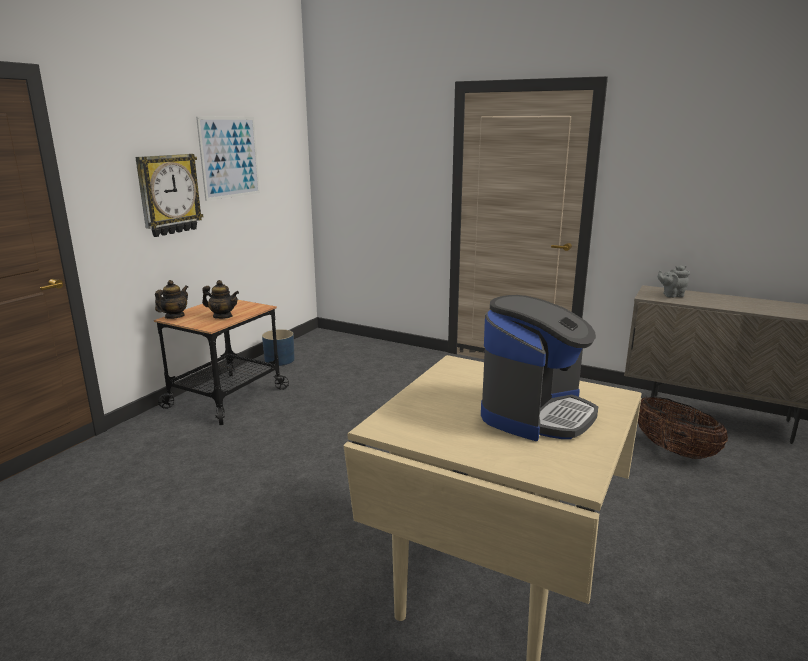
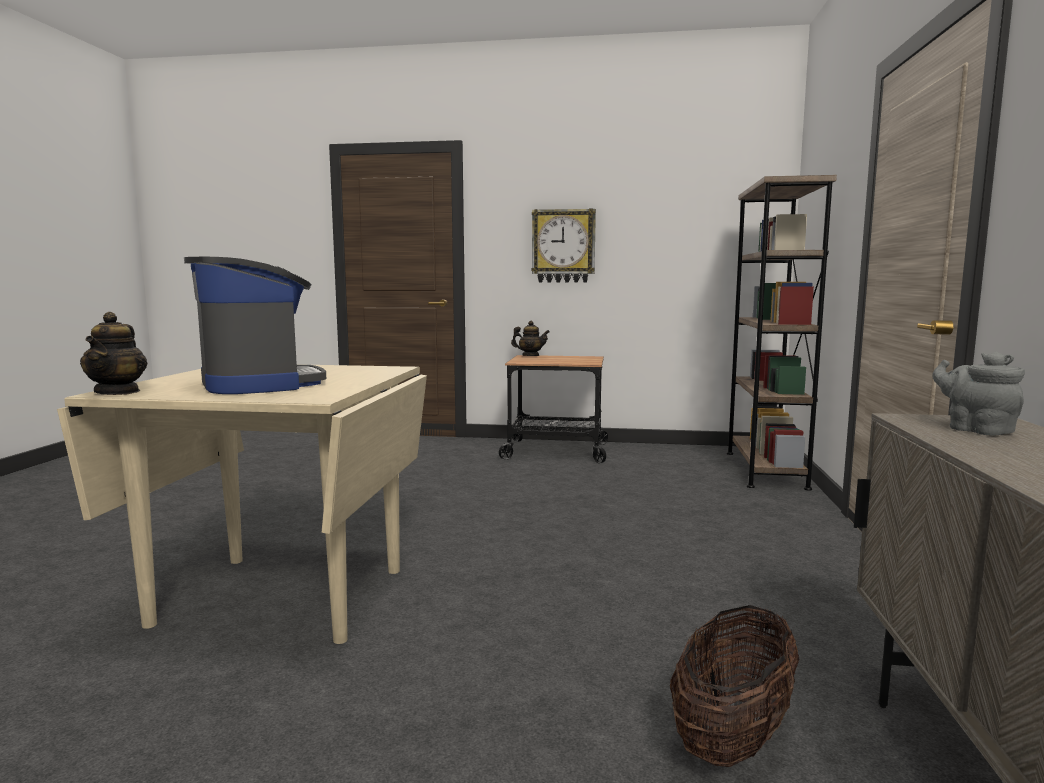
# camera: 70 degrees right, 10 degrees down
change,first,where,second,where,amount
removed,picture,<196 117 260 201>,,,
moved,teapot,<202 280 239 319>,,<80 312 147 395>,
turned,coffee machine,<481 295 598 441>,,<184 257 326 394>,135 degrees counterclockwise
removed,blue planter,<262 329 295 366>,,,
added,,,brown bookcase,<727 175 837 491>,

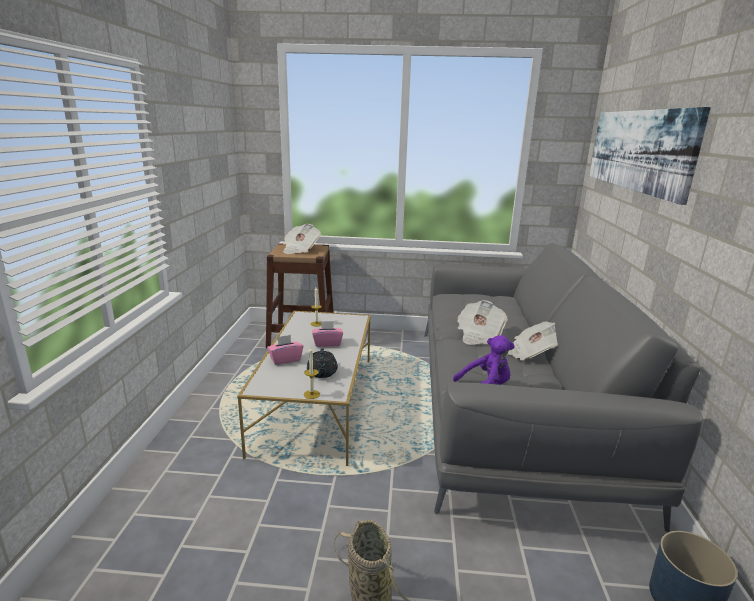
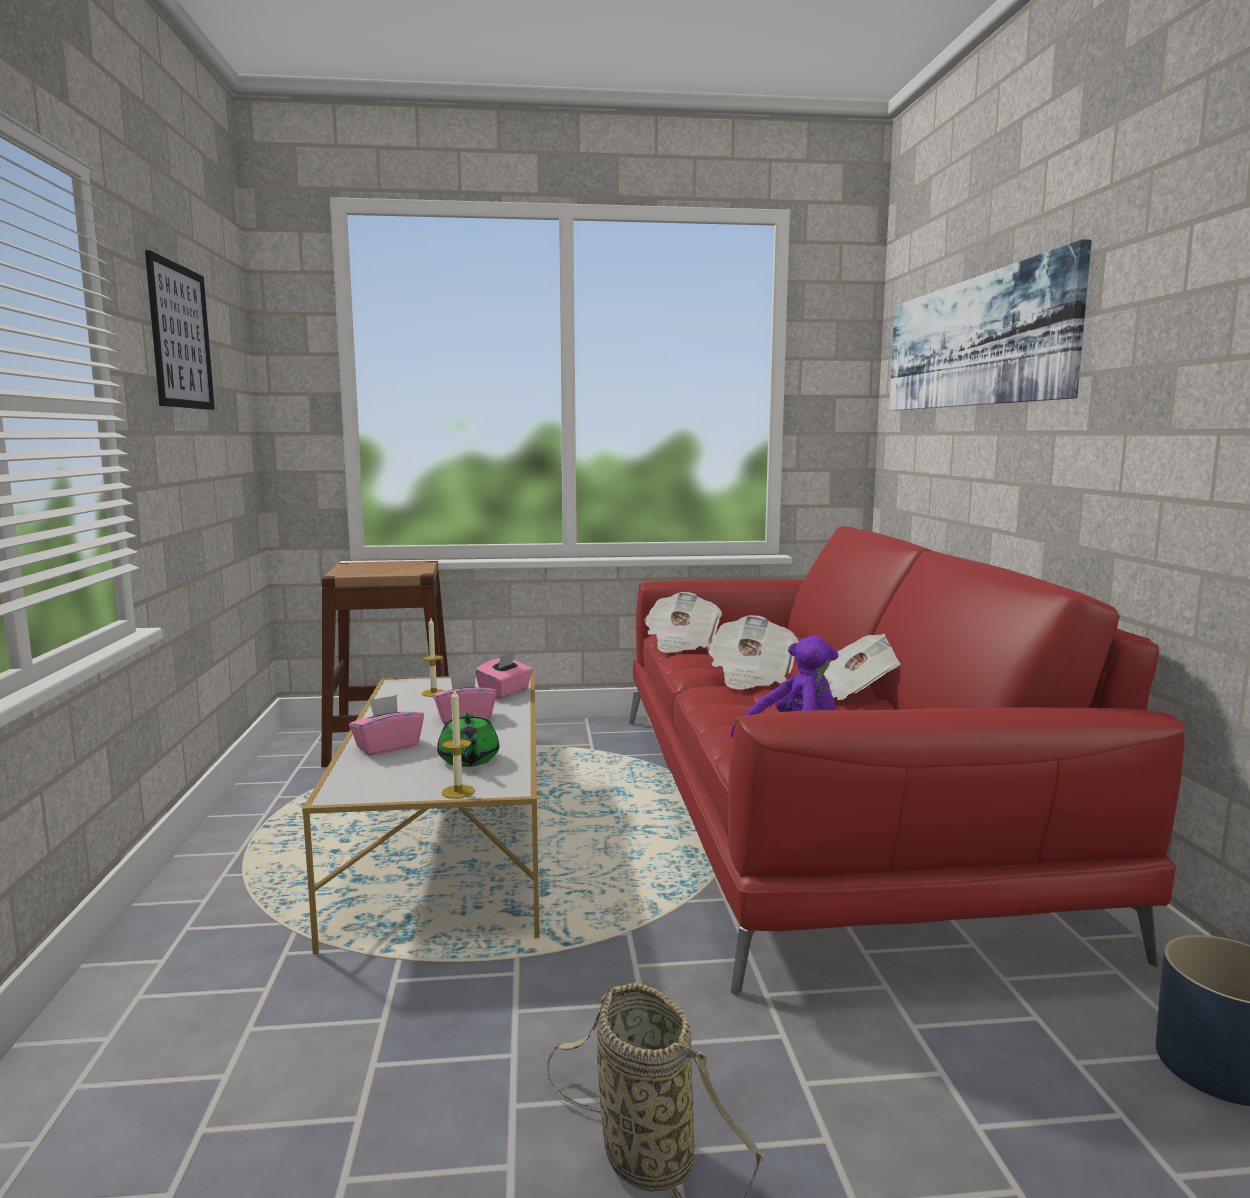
# camera: 10 degrees left, 10 degrees down
change,first,where,second,where,amount
moved,newspaper,<283 224 321 254>,,<644 592 722 653>,
recoloured,grey sofa,<424 243 703 533>,red sofa,<629 526 1185 996>,
recoloured,black teapot,<307 349 338 378>,green teapot,<437 713 499 767>,
added,,,picture,<145 250 215 410>,
added,,,pink tissue box,<475 651 533 699>,

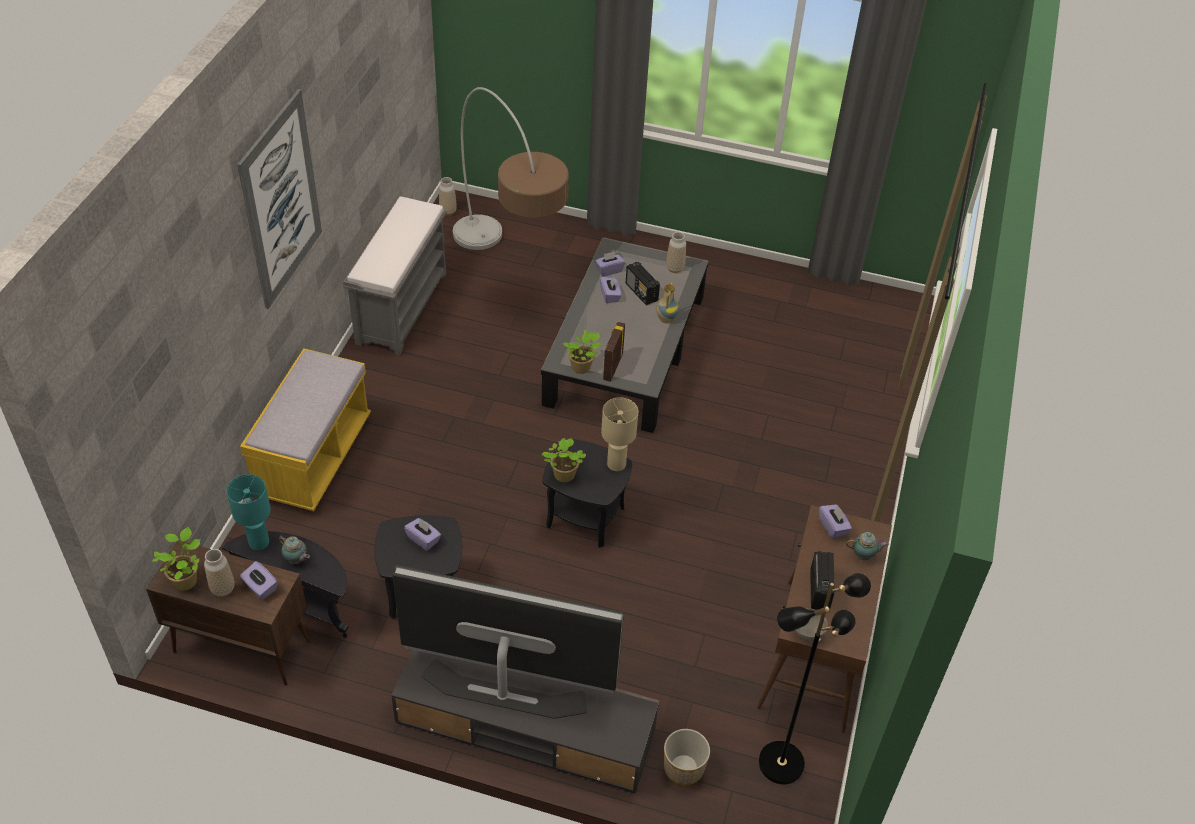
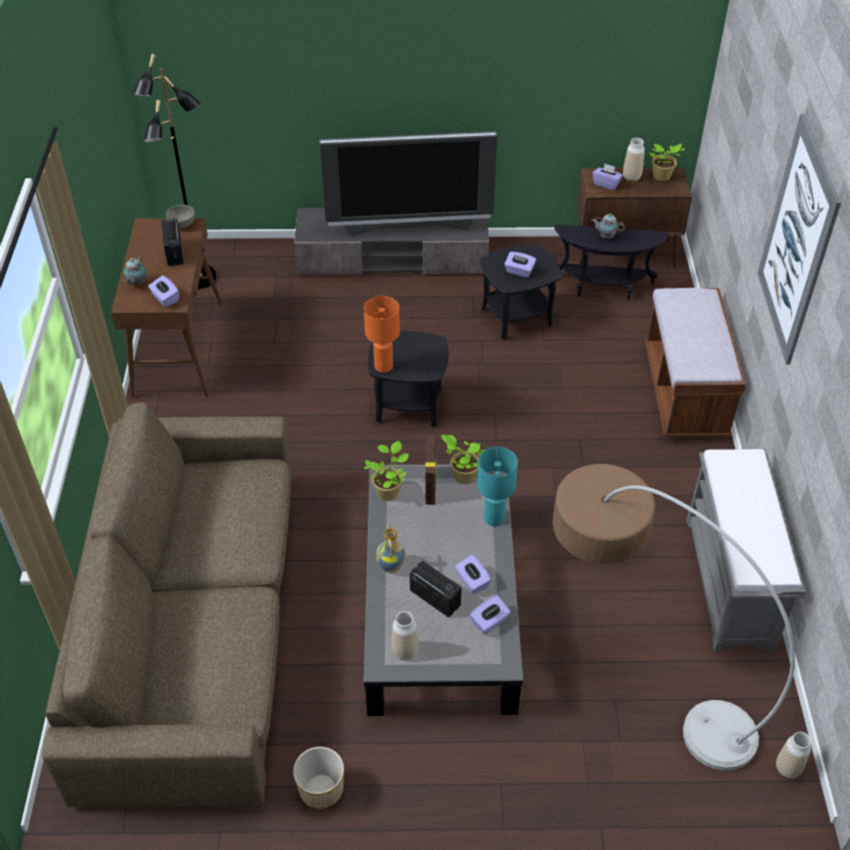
# camera: 165 degrees right, 0 degrees up
change,first,where,second,where,amount
recoloured,yellow bench,<240 348 371 511>,brown bench,<645 288 746 437>,
recoloured,beige table lamp,<601 397 638 471>,orange table lamp,<364 296 400 373>,
moved,potted plant,<541 438 586 482>,,<364 441 409 501>,
moved,turquoise table lamp,<226 474 271 550>,,<477 447 518 526>,
turned,teapot,<846 532 889 560>,,<124 256 147 285>,60 degrees counterclockwise
moved,planter,<664 729 710 785>,,<293 747 344 809>,
added,,,brown sofa,<42 402 292 807>,

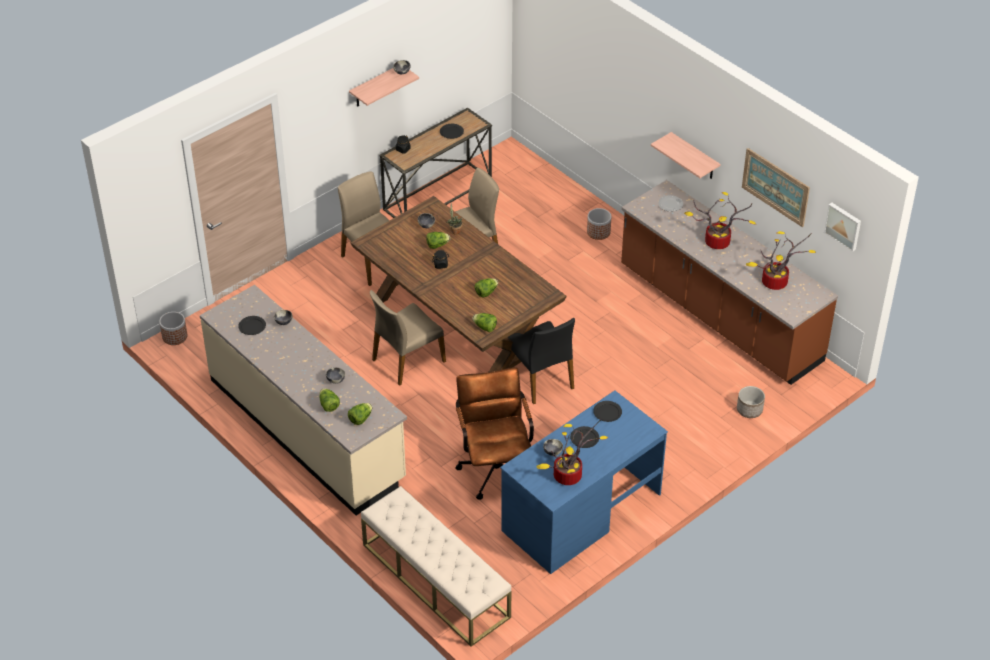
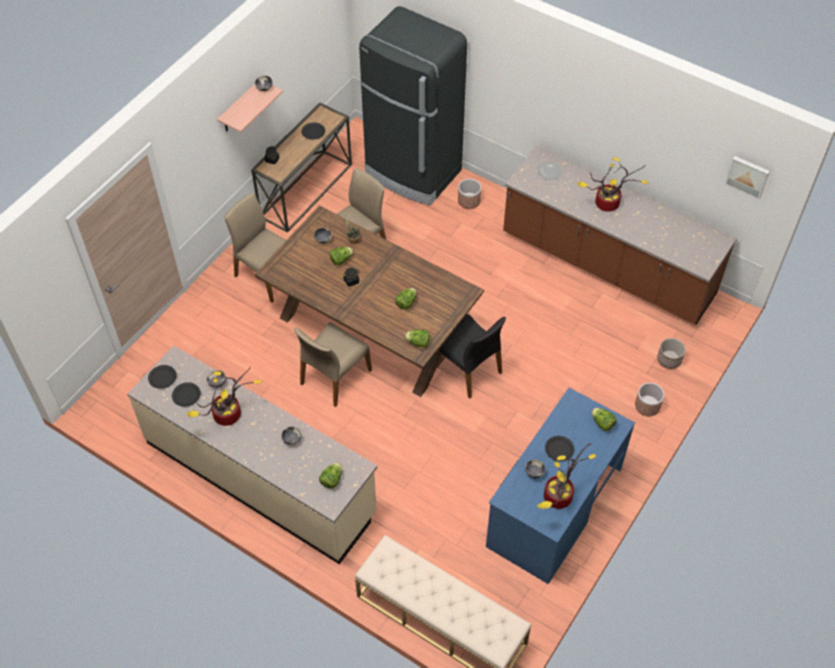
# camera: 15 degrees left, 10 degrees up
change,first,where,second,where,amount
removed,shelf,<651 132 721 179>,,,
removed,picture,<742 148 810 227>,,,
moved,potted plant,<746 231 817 290>,,<187 367 263 426>,
moved,planter,<159 312 187 345>,,<635 383 664 416>,
removed,brown office chair,<455 367 534 500>,,,
moved,lettuce,<319 388 340 412>,,<592 408 616 431>,
moved,black plate,<593 401 622 422>,,<148 365 177 389>,
added,,,black fridge,<359 6 467 205>,

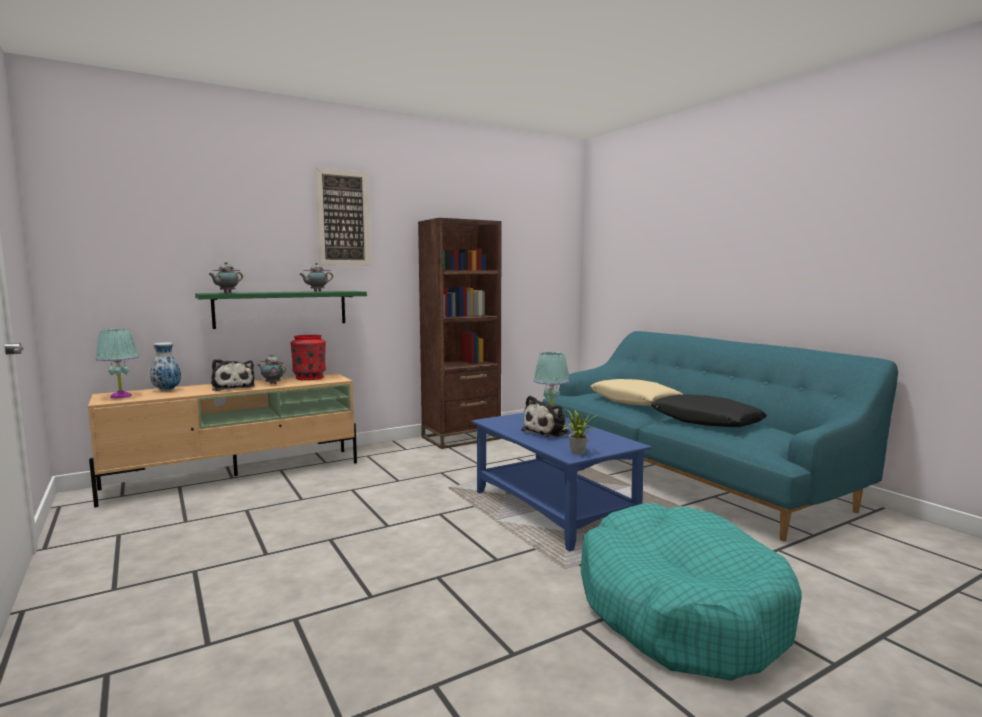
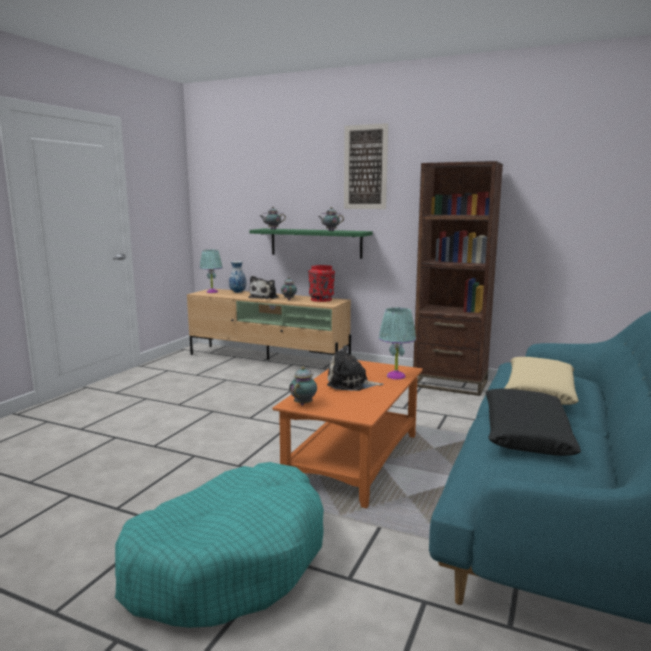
# camera: 55 degrees right, 5 degrees up
change,first,where,second,where,amount
replaced,potted plant,<558 409 595 455>,teapot,<289 367 317 405>,
recoloured,blue coffee table,<471 413 651 552>,orange coffee table,<273 360 423 508>,

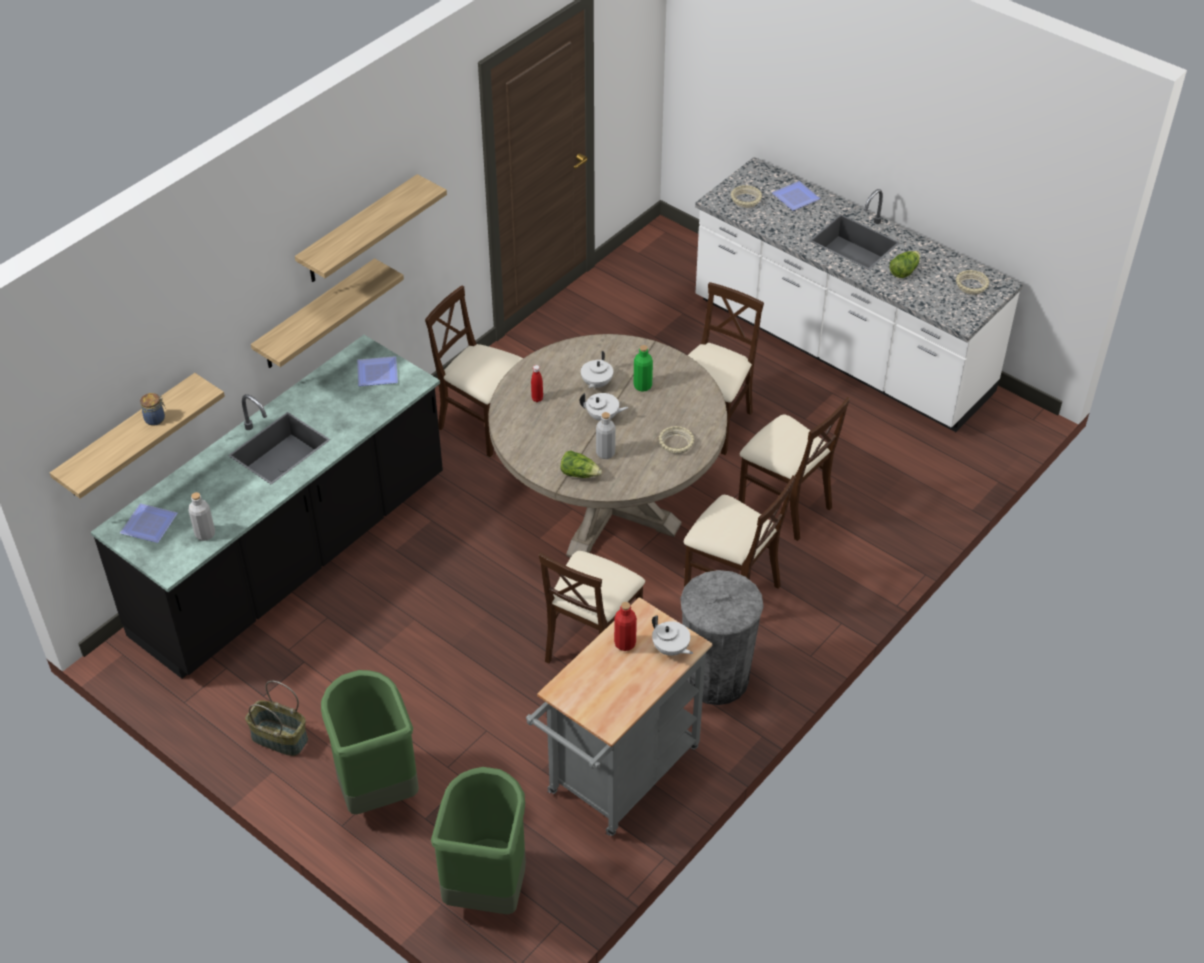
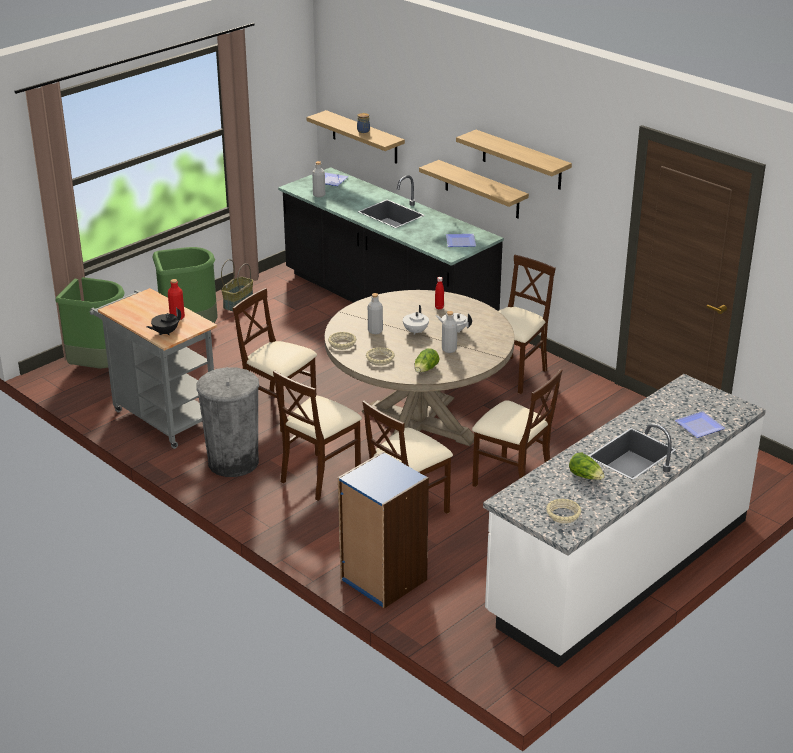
# camera: 95 degrees right, 15 degrees down
change,first,where,second,where,amount
moved,beige bowl,<731 185 762 208>,,<328 332 356 350>,
recoloured,green bottle,<633 345 653 392>,grey bottle,<442 311 458 353>,
moved,lettuce,<561 450 602 478>,,<415 348 439 373>,
recoloured,white teapot,<652 615 693 656>,black teapot,<146 308 181 335>,
added,,,blue bookcase,<338 452 429 608>,

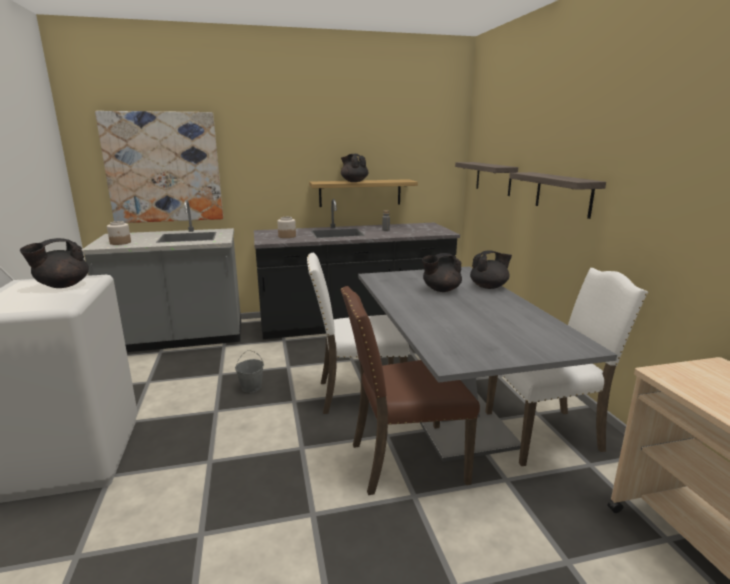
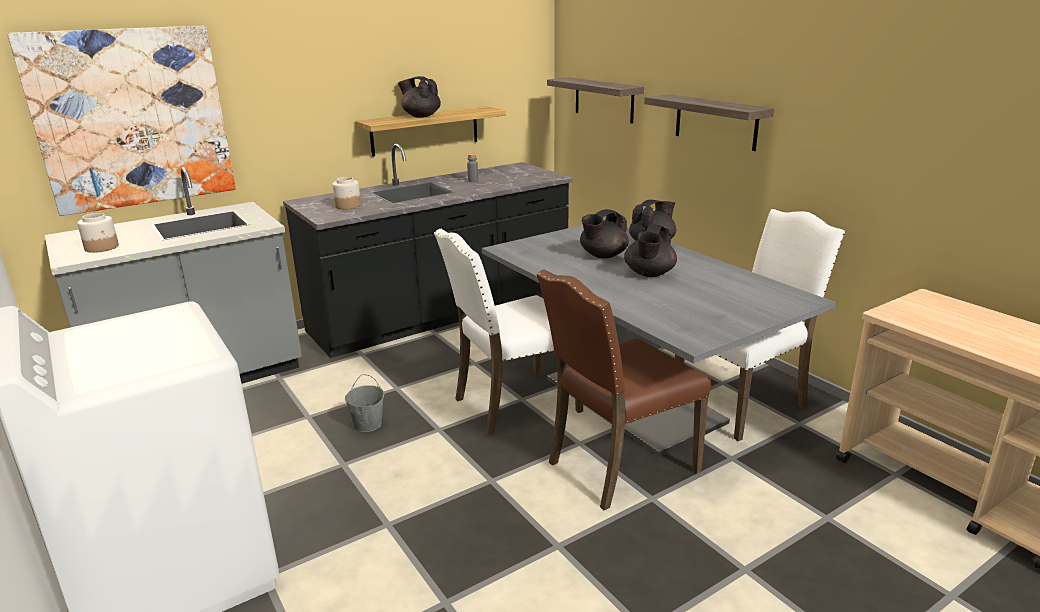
# camera: 20 degrees left, 5 degrees up
change,first,where,second,where,amount
moved,black teapot,<20 238 89 288>,,<624 224 677 277>,

